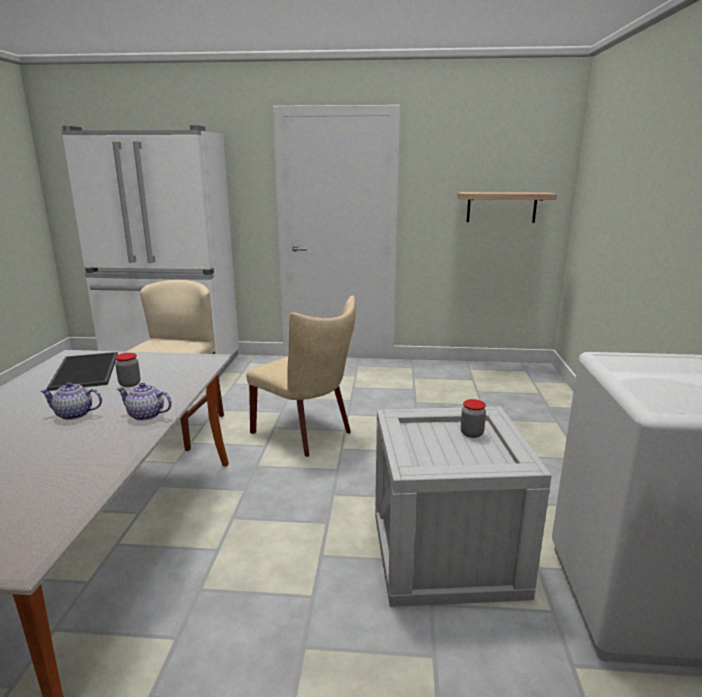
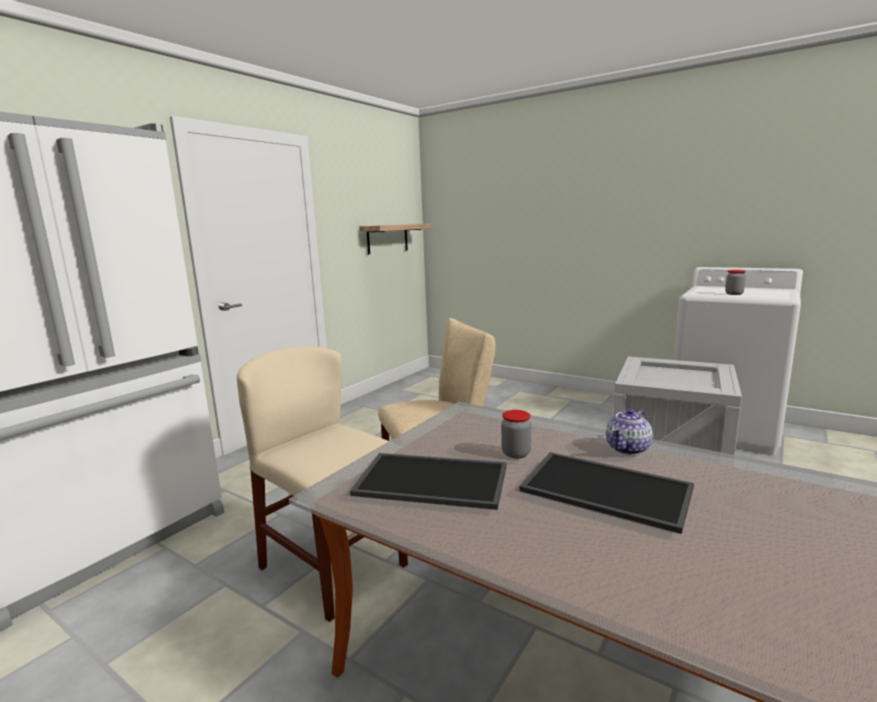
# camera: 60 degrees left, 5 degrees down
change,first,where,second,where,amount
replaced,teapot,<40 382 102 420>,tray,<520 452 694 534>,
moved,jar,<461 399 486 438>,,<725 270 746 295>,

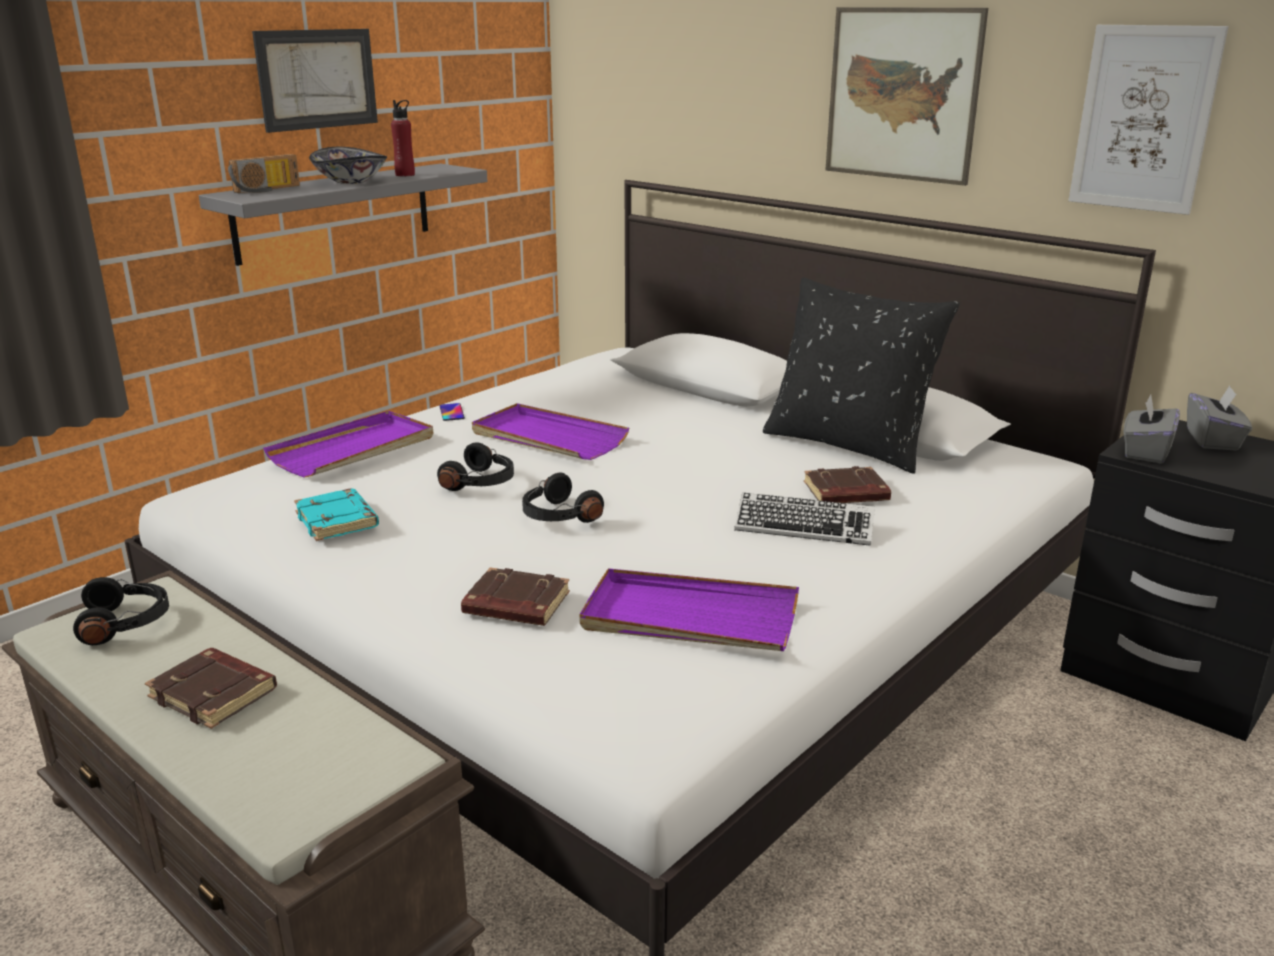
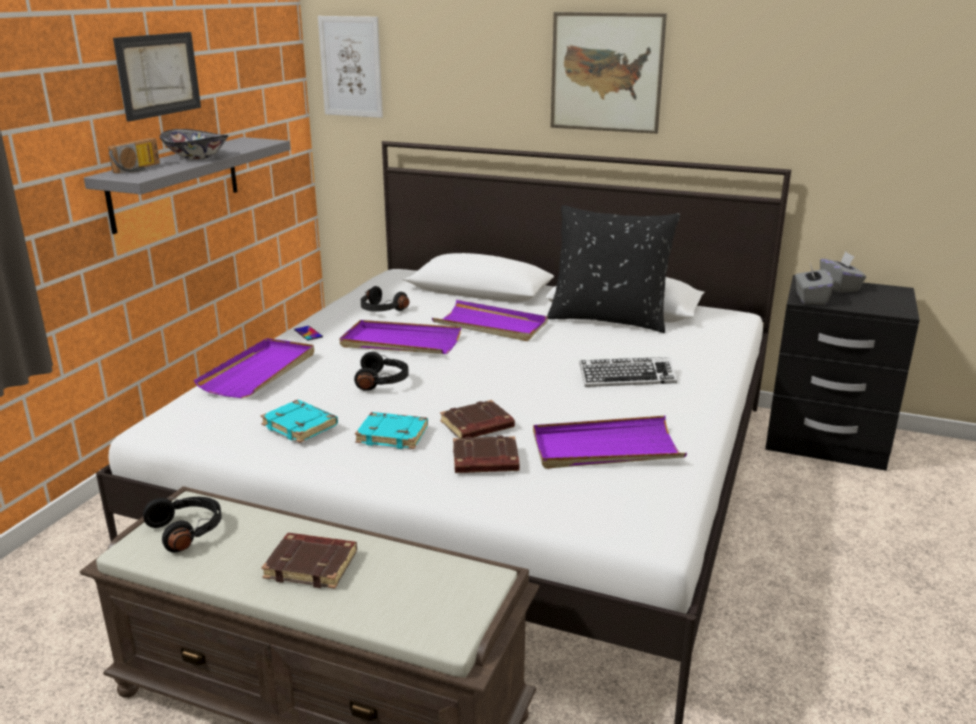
# camera: 20 degrees left, 0 degrees up
change,first,where,second,where,amount
moved,picture,<1069 25 1229 215>,,<318 16 383 118>,
removed,red bottle,<391 100 415 176>,,,
moved,brown book,<804 466 891 503>,,<440 400 515 438>,
moved,black headphones,<522 473 604 523>,,<361 286 409 312>,
added,,,purple tray,<432 300 548 341>,
added,,,turquoise book,<355 412 428 449>,

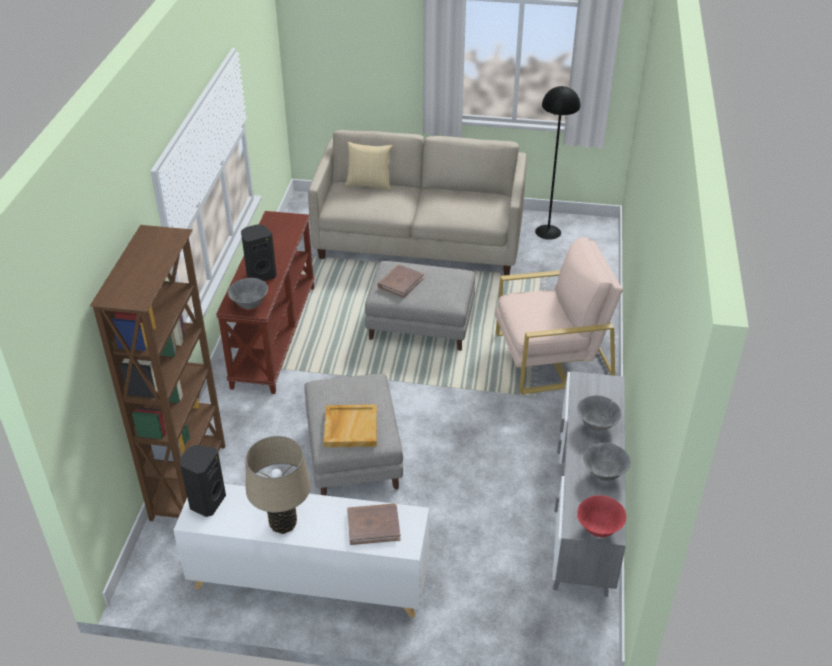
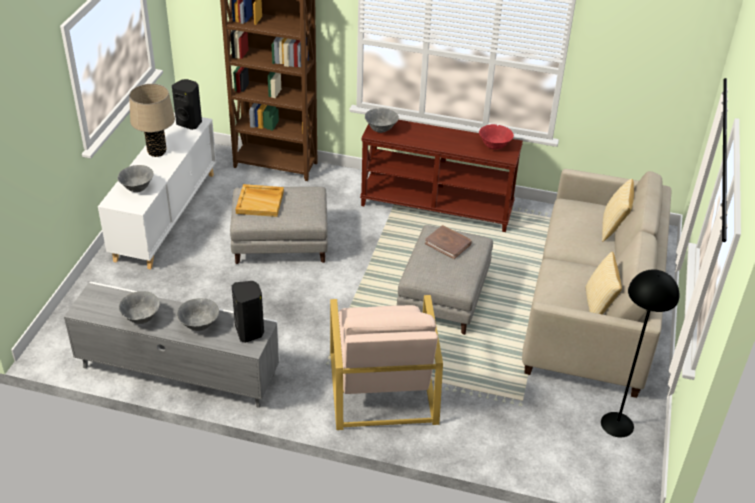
# camera: 95 degrees right, 0 degrees up
change,first,where,second,where,amount
moved,black speaker,<241 224 277 281>,,<232 281 264 343>,
moved,red bowl,<577 495 626 537>,,<479 124 514 149>,
replaced,brown book,<347 503 401 545>,grey bowl,<117 165 154 192>,
added,,,pillow,<585 252 622 315>,

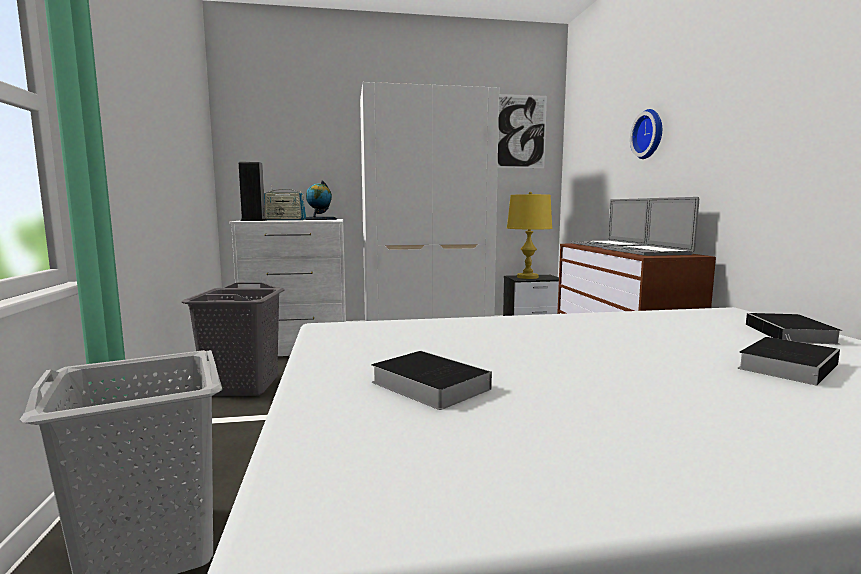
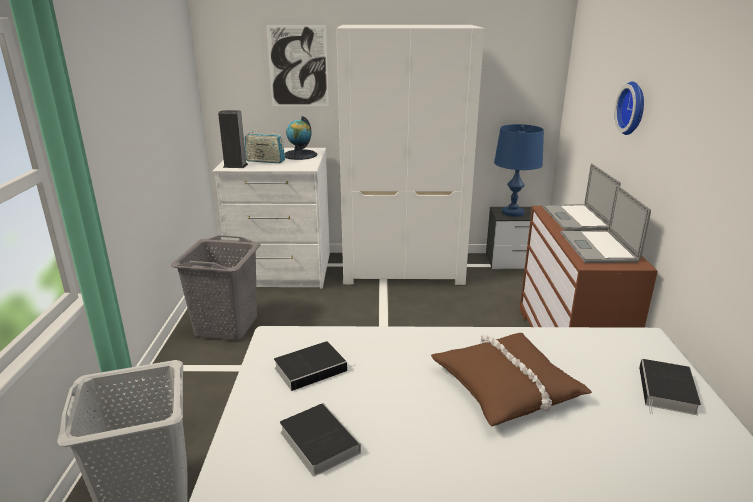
# camera: 10 degrees right, 15 degrees up
change,first,where,second,where,amount
moved,picture,<498 94 547 168>,,<266 25 329 106>,
recoloured,yellow table lamp,<507 192 552 279>,blue table lamp,<494 124 544 217>,
moved,book,<738 337 840 386>,,<274 341 348 391>,
added,,,brown pillow,<431 333 592 426>,

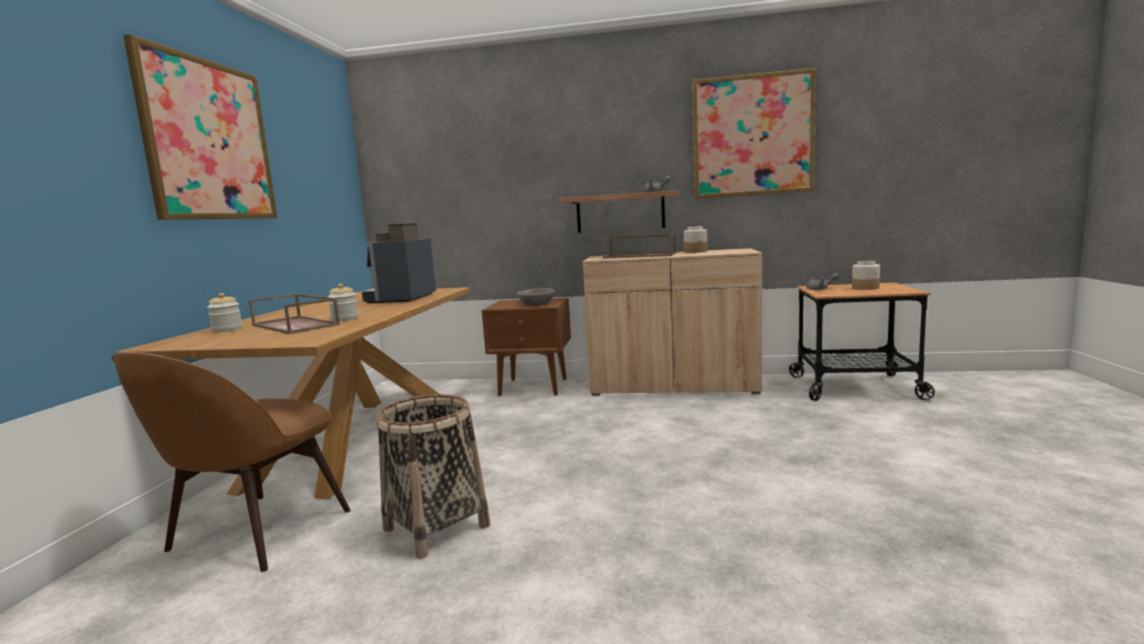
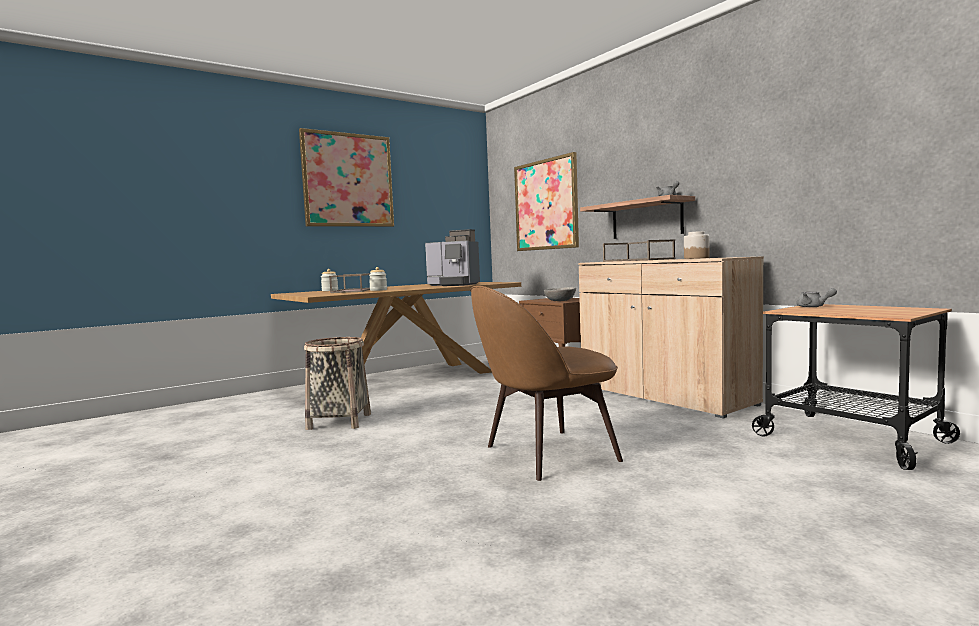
# camera: 45 degrees right, 5 degrees down
change,first,where,second,where,amount
moved,picture,<692 68 816 199>,,<514 152 579 251>,
turned,coffee machine,<362 223 436 303>,,<425 229 480 286>,120 degrees counterclockwise
removed,jar,<852 261 880 290>,,,
moved,brown chair,<111 352 351 572>,,<470 286 623 481>,

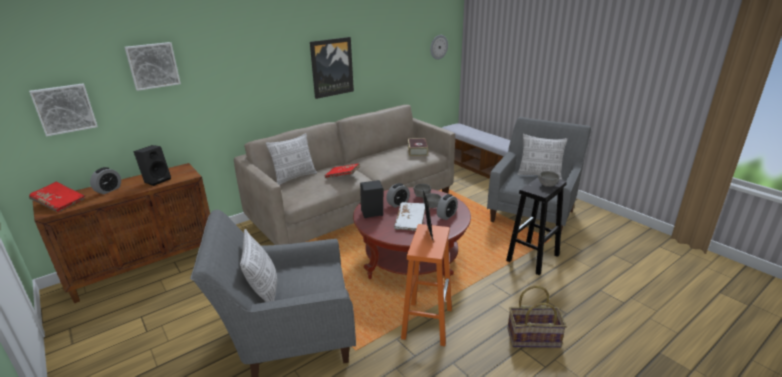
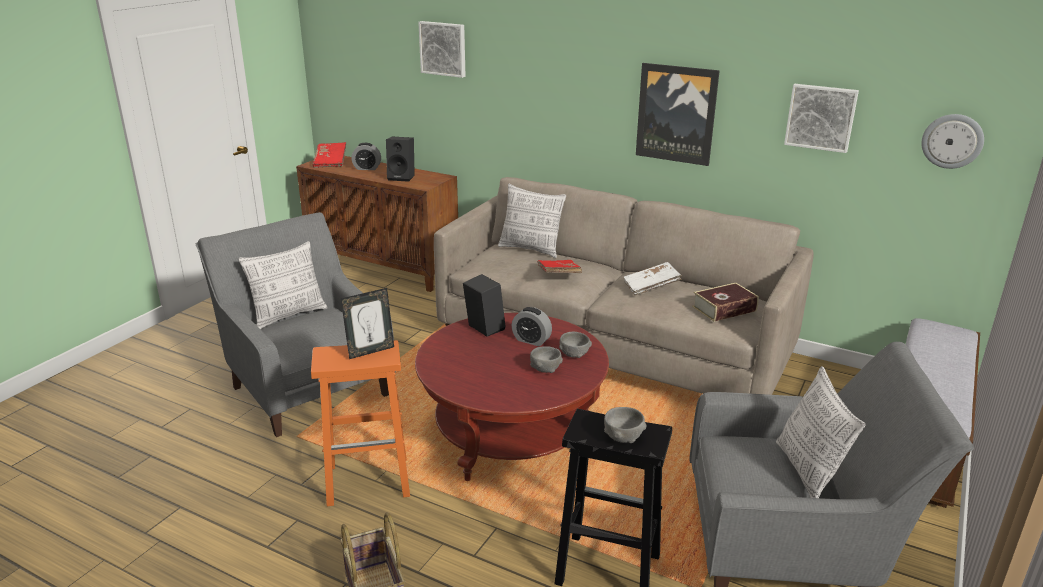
# camera: 65 degrees right, 0 degrees up
change,first,where,second,where,amount
moved,picture,<29 83 98 136>,,<784 84 859 153>,
removed,alarm clock,<437 194 458 220>,,,
moved,white book,<394 202 425 231>,,<623 262 682 296>,

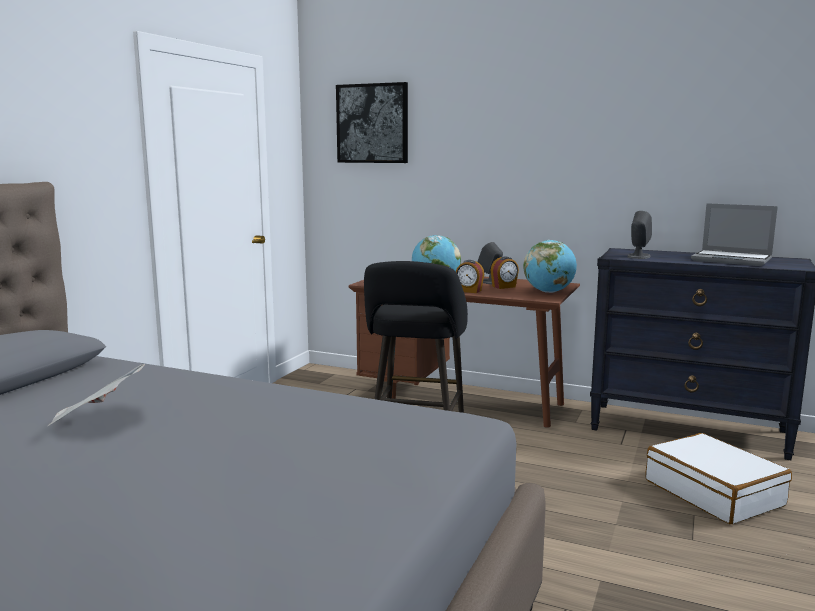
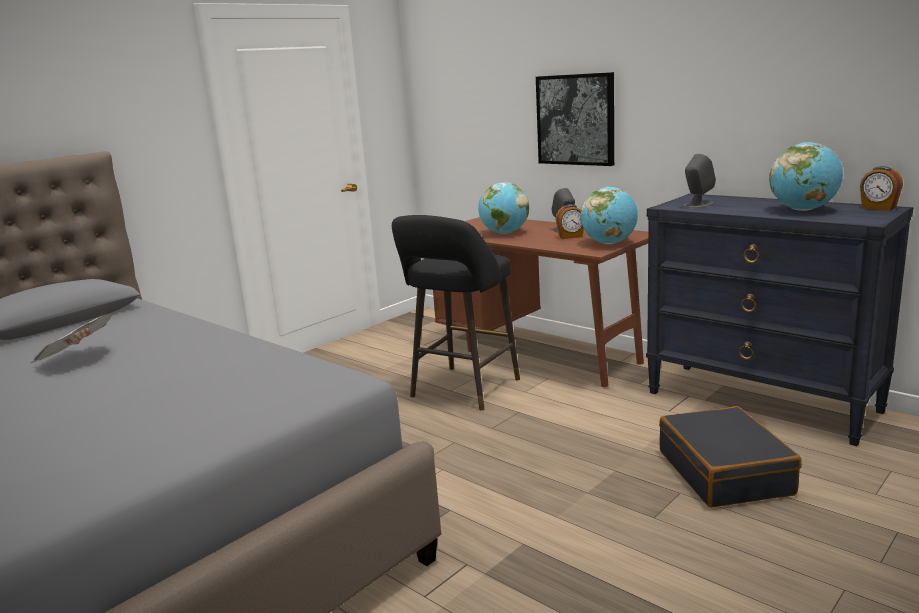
# camera: 20 degrees right, 5 degrees up
change,first,where,second,where,amount
moved,picture,<336 82 408 163>,,<536 72 614 166>,
replaced,laptop,<691 203 778 266>,globe,<769 142 843 211>,
moved,alarm clock,<456 260 484 293>,,<860 166 903 211>,
recoloured,white suitcase,<646 433 792 524>,black suitcase,<659 406 802 507>,

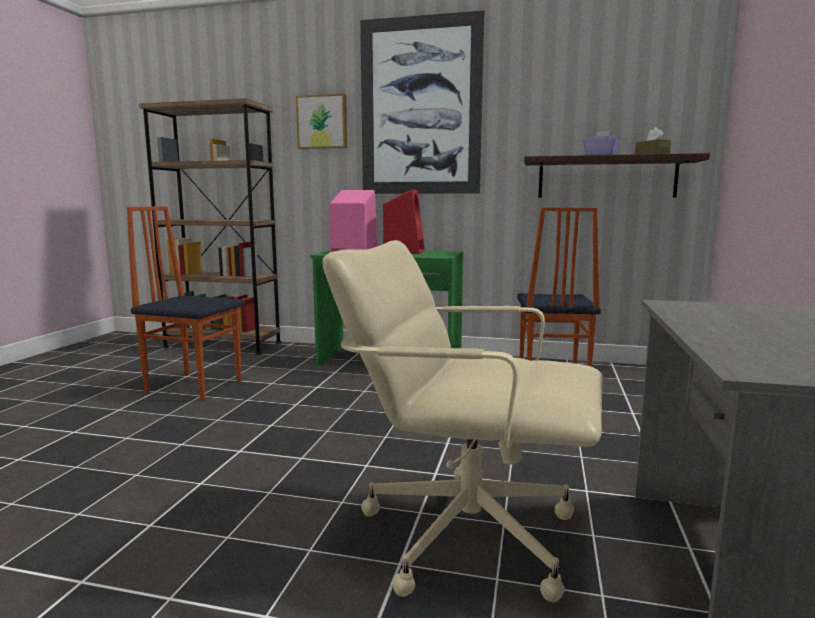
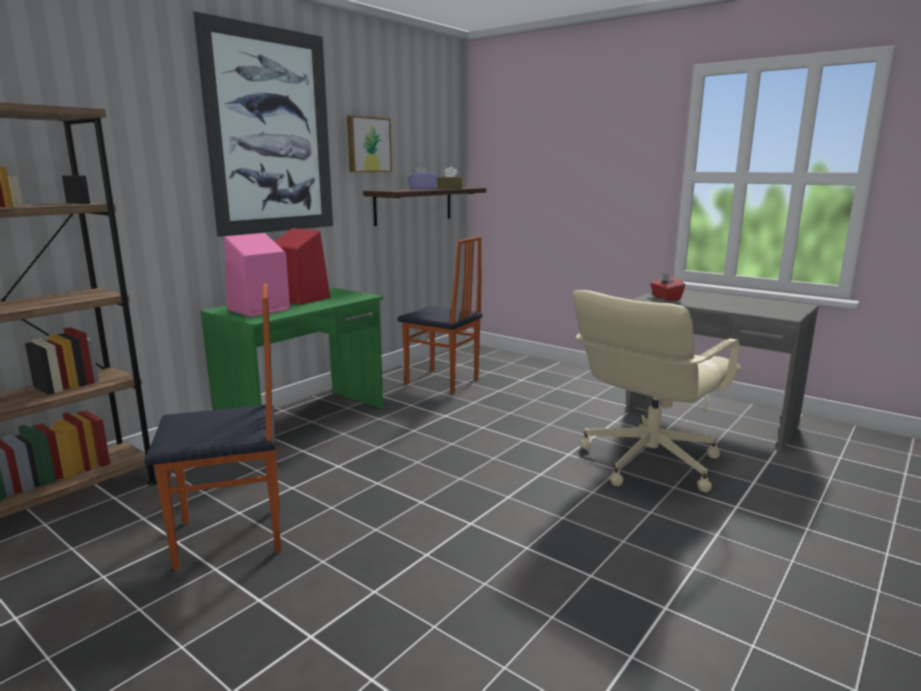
# camera: 65 degrees left, 5 degrees up
change,first,where,second,where,amount
moved,picture,<296 94 347 149>,,<347 115 392 172>,
turned,chair,<127 206 244 400>,,<144 284 281 570>,150 degrees counterclockwise
added,,,red tissue box,<650 272 685 301>,

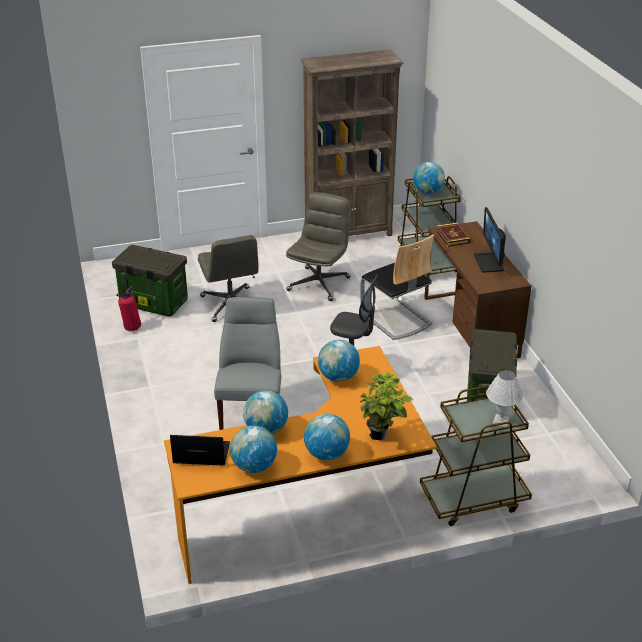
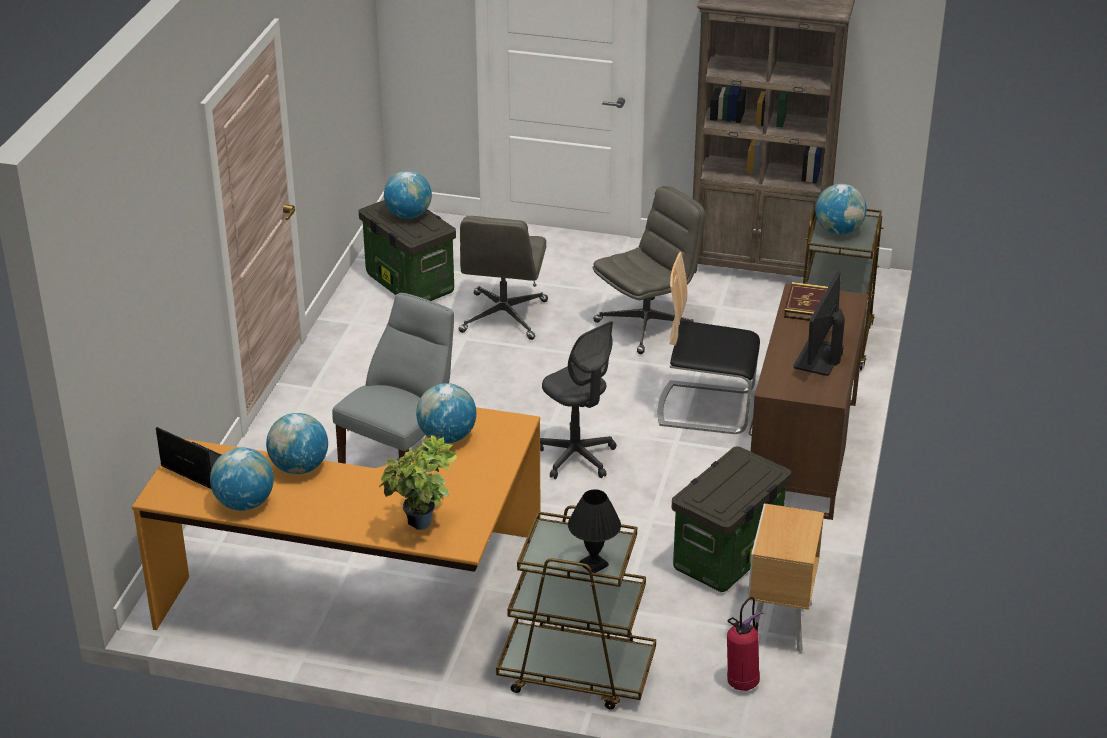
# camera: 30 degrees right, 0 degrees up
change,first,where,second,where,amount
turned,chair,<360 234 434 340>,,<658 252 760 434>,105 degrees clockwise
moved,fire extinguisher,<116 278 141 331>,,<727 597 764 691>,
recoloured,white table lamp,<486 370 523 427>,black table lamp,<568 489 621 573>,
moved,globe,<304 414 350 460>,,<384 171 432 219>,
added,,,brown nightstand,<748 504 824 653>,

